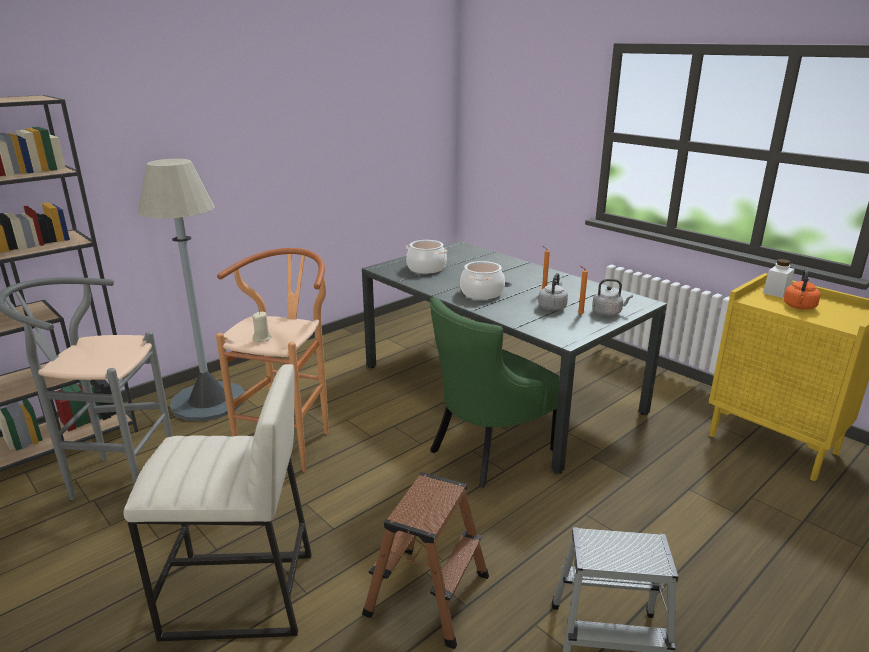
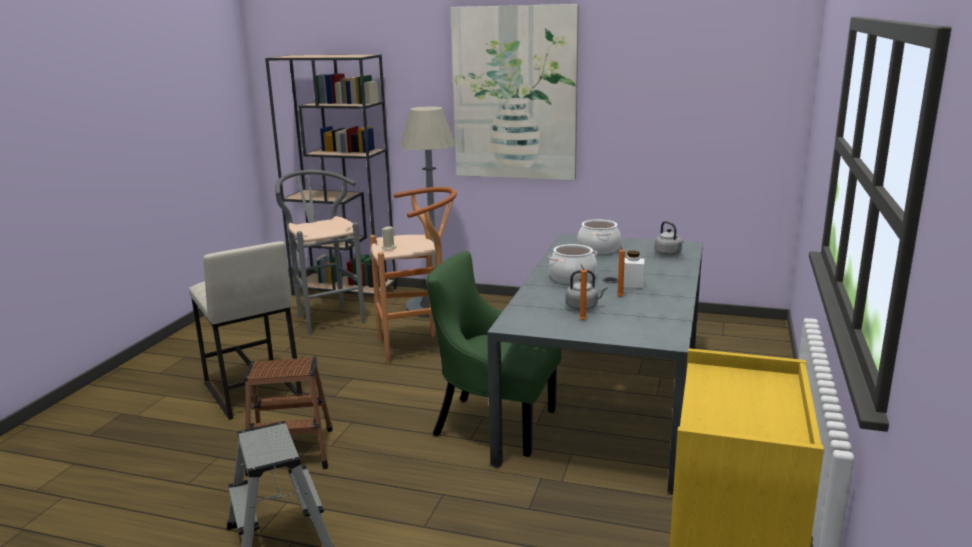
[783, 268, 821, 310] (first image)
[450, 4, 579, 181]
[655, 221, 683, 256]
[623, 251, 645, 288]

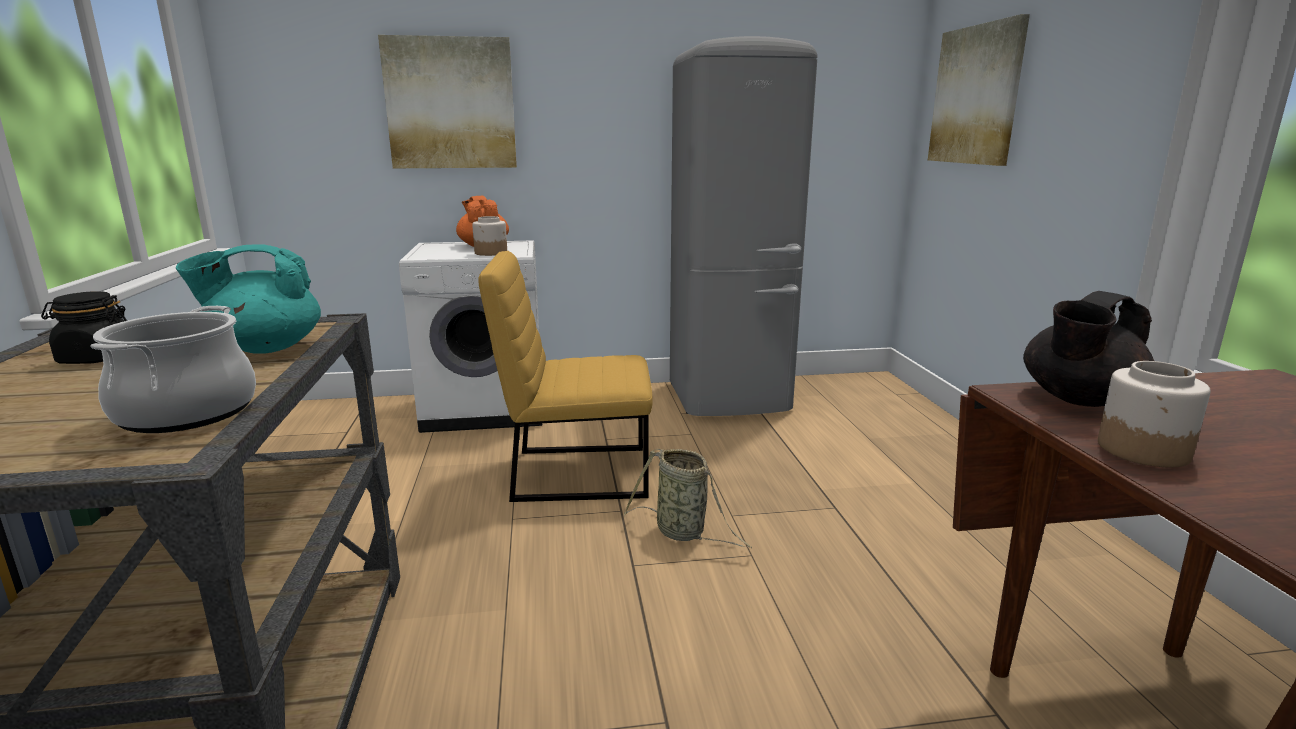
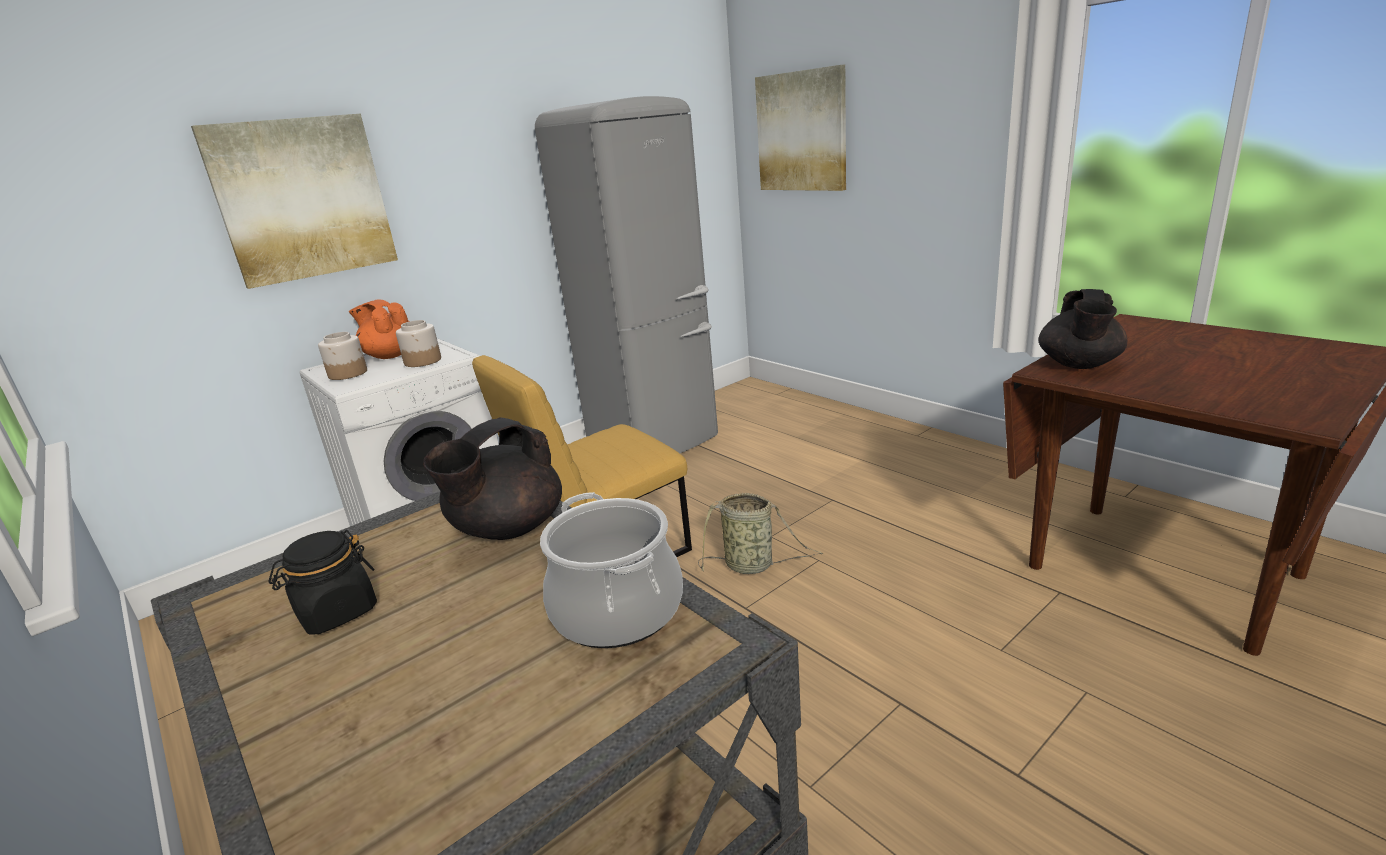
[318, 332, 367, 380]
[423, 418, 562, 540]

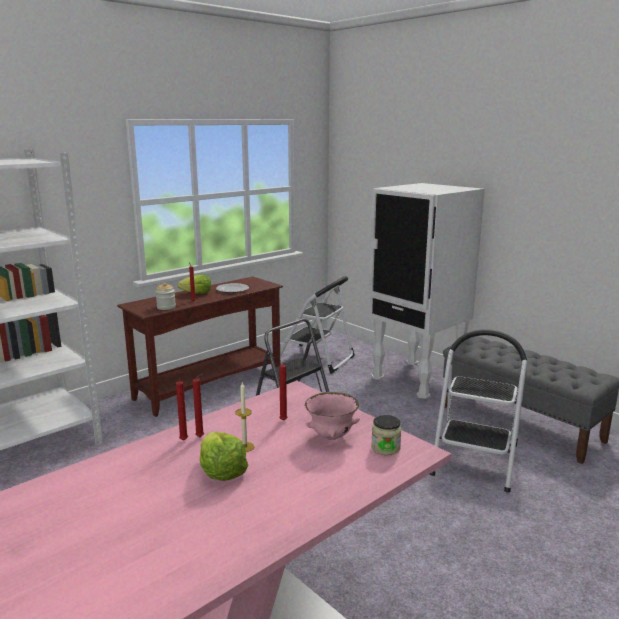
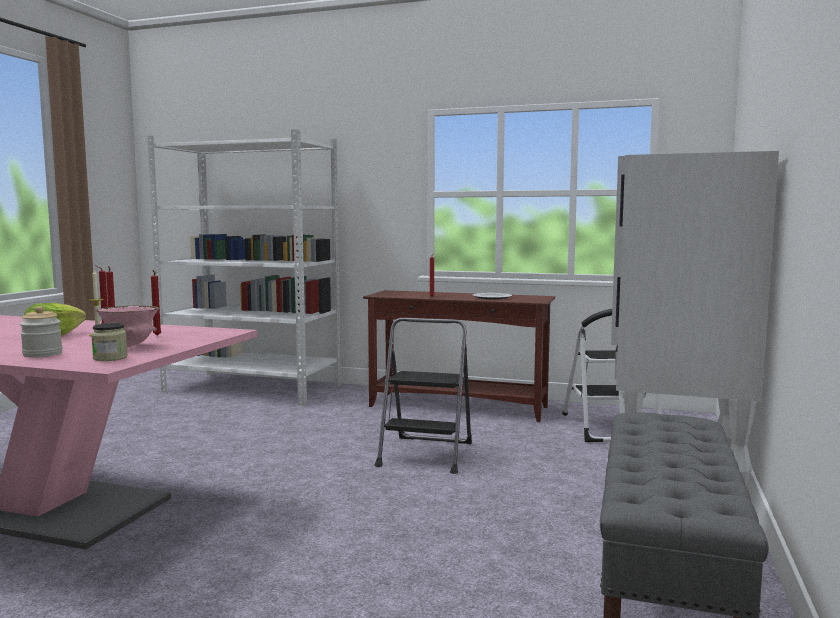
[178, 275, 211, 294] (first image)
[430, 329, 527, 493] (first image)
[20, 306, 63, 358]

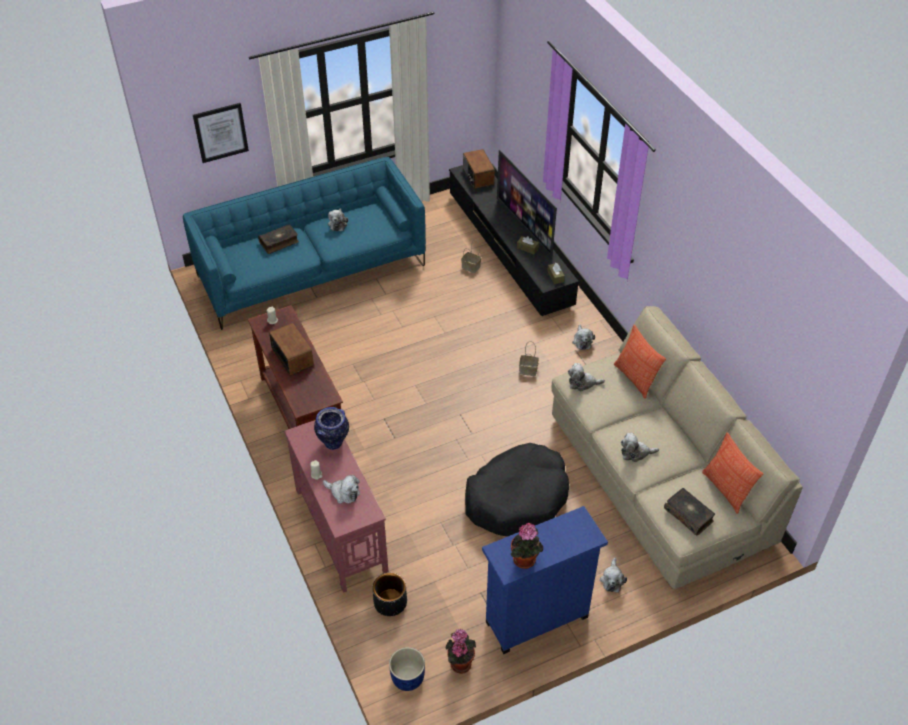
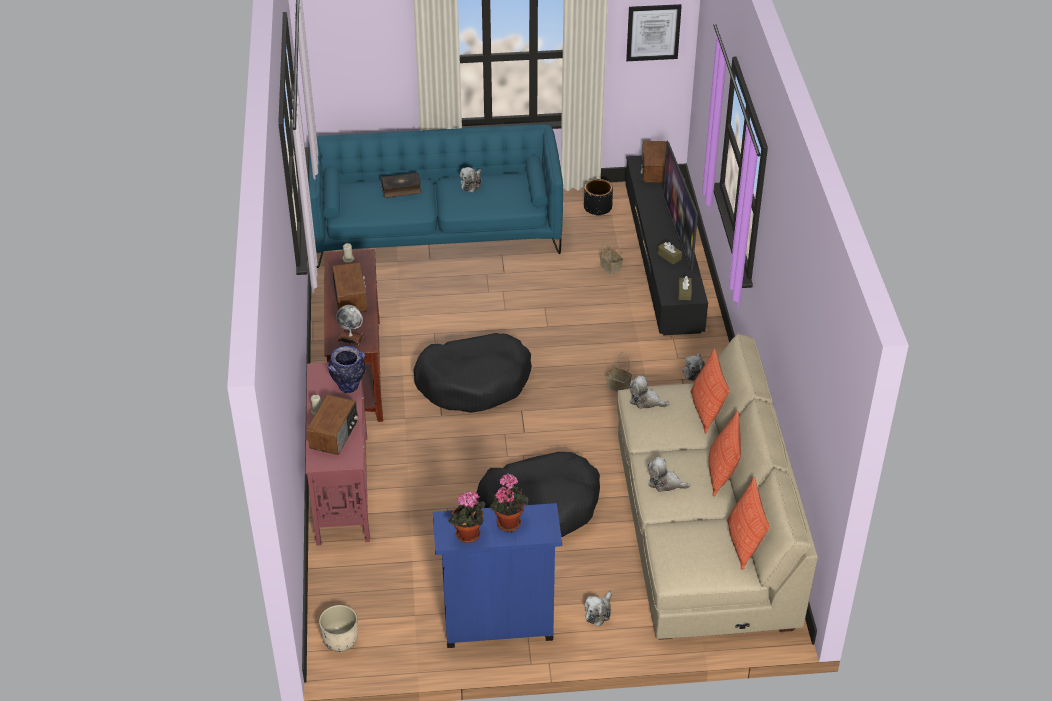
[664, 488, 715, 536] (first image)
[336, 305, 364, 345]
[413, 333, 532, 413]
[709, 411, 741, 497]
[626, 4, 682, 61]
[584, 179, 613, 215]
[490, 473, 528, 532]
[307, 394, 358, 455]
[319, 605, 358, 652]

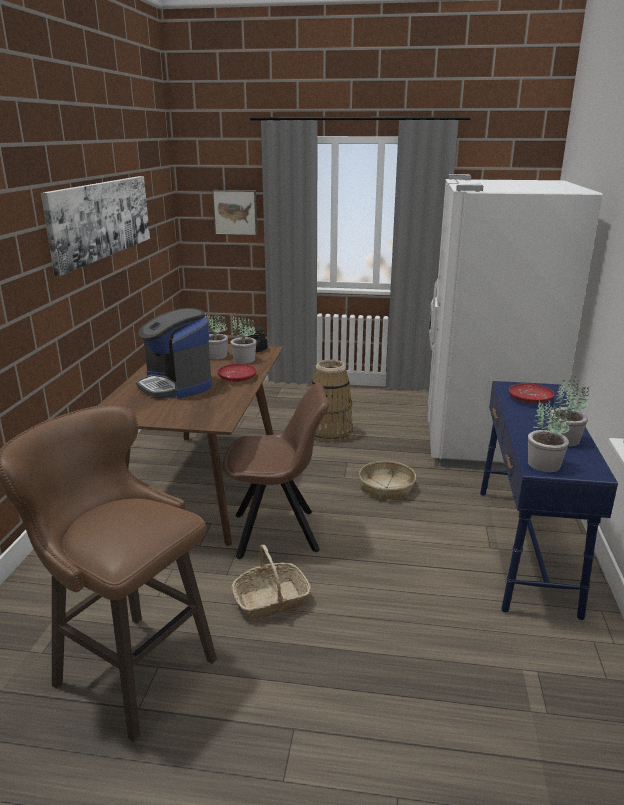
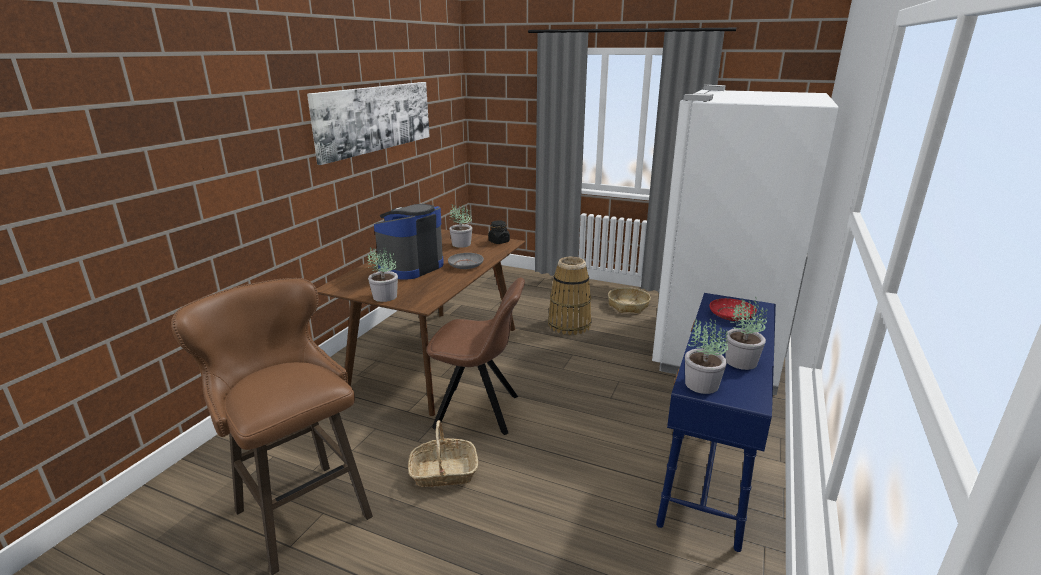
[212, 190, 258, 236] (first image)
[368, 247, 398, 302]
[608, 287, 651, 314]
[448, 253, 484, 269]
[374, 204, 444, 280]

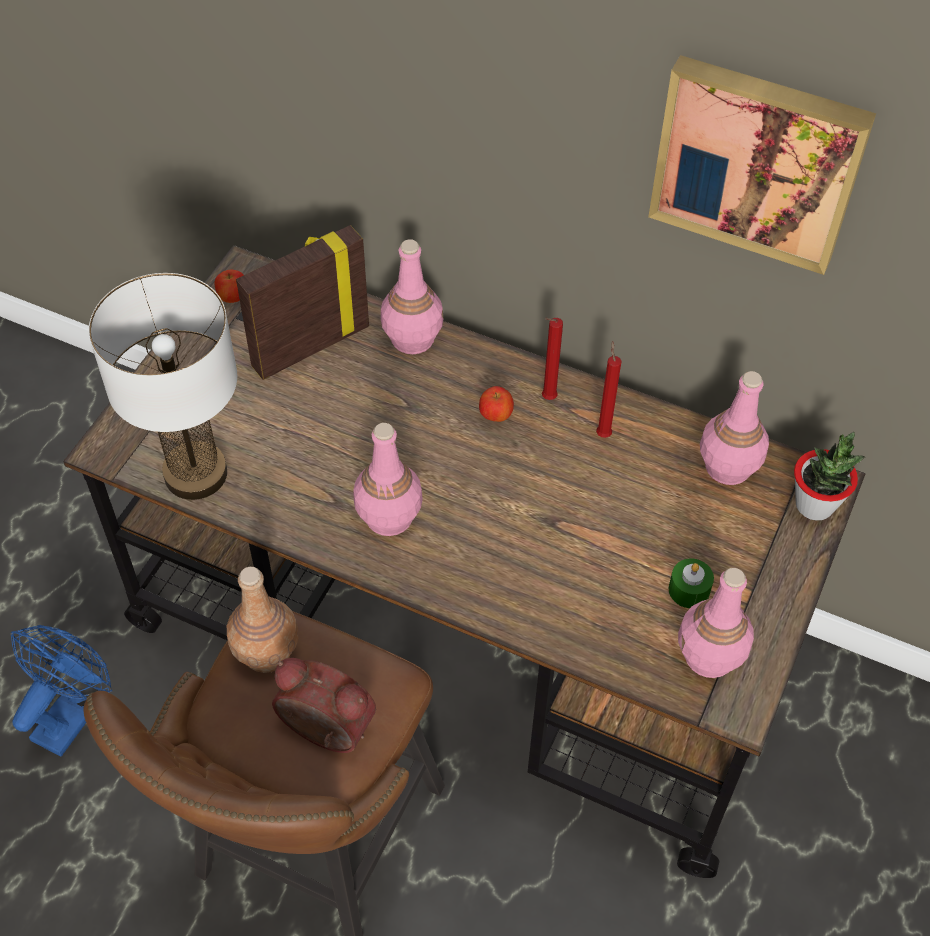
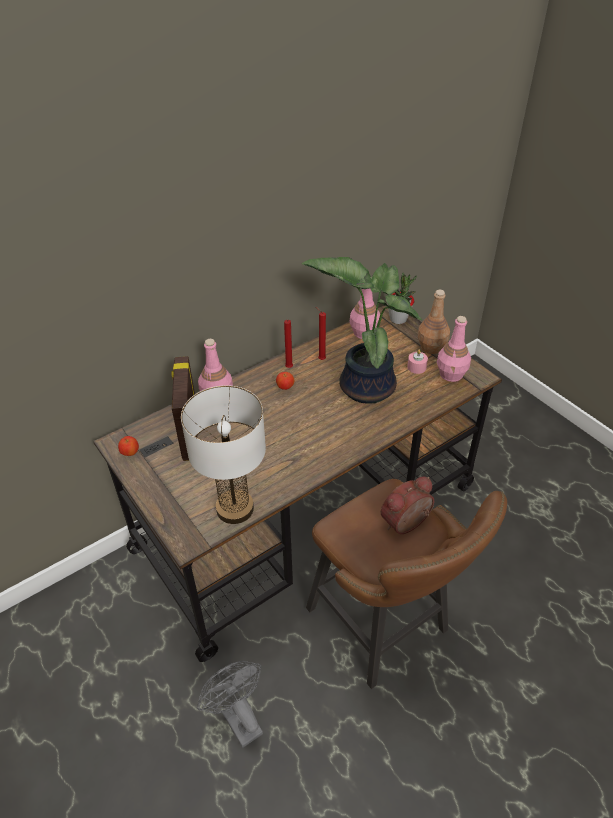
[354, 423, 423, 536] (first image)
[648, 55, 876, 275] (first image)
[302, 257, 422, 404]
[418, 290, 450, 354]
[197, 661, 263, 748]
[407, 350, 428, 374]

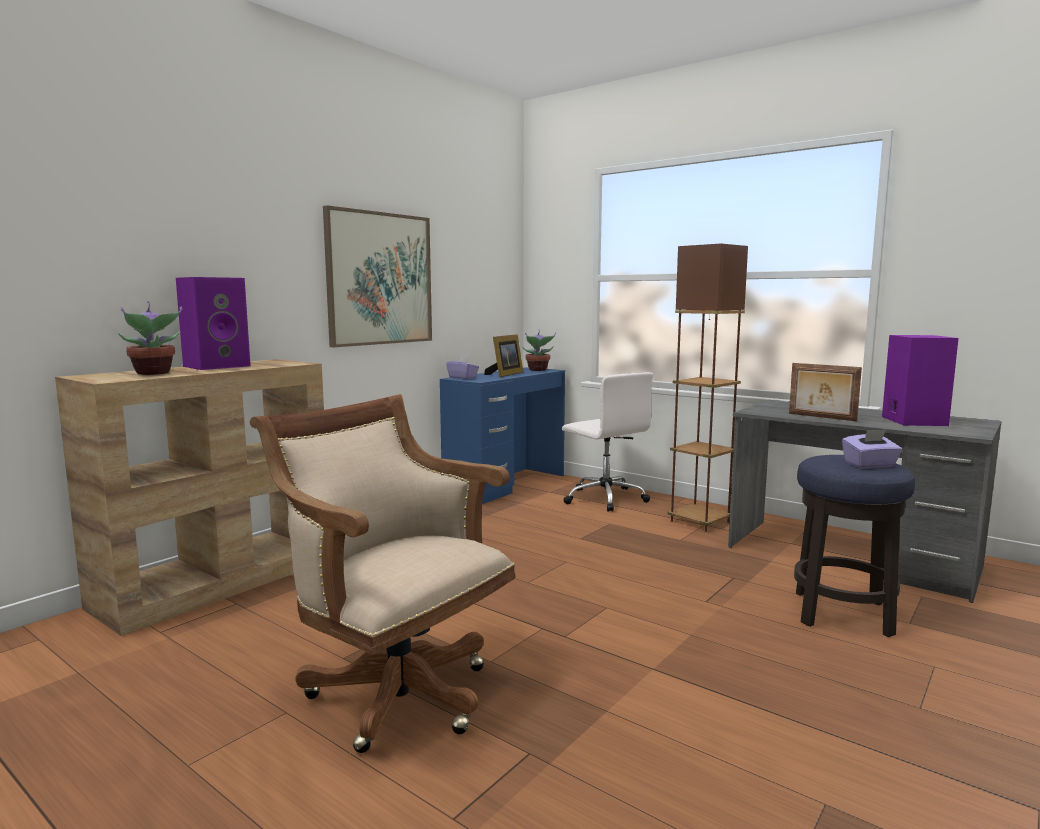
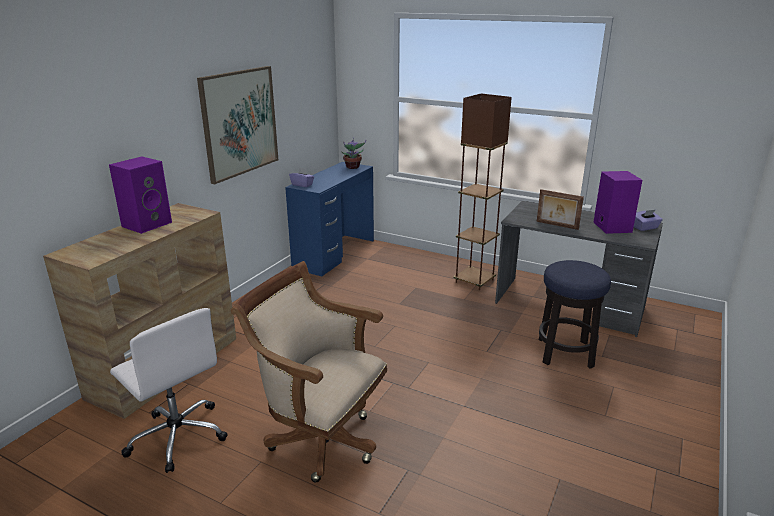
[118, 301, 182, 375] (first image)
[484, 334, 523, 377] (first image)
[110, 308, 228, 473]
[634, 210, 663, 231]

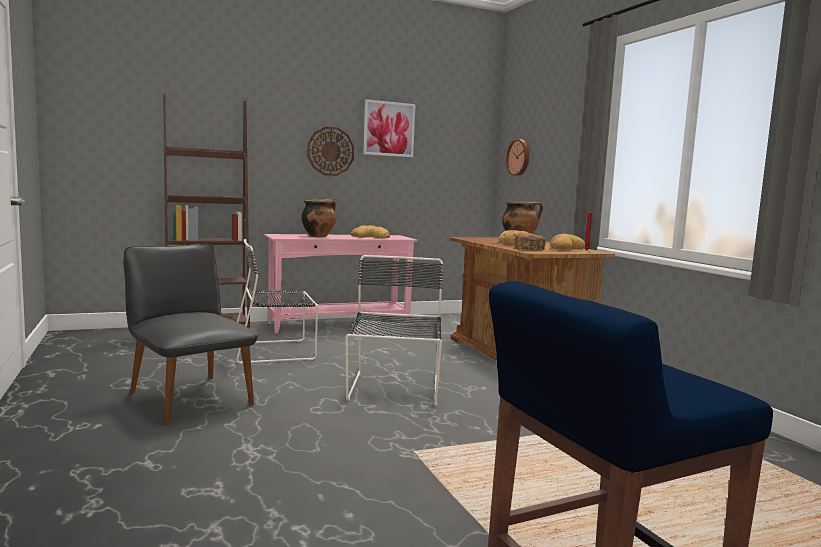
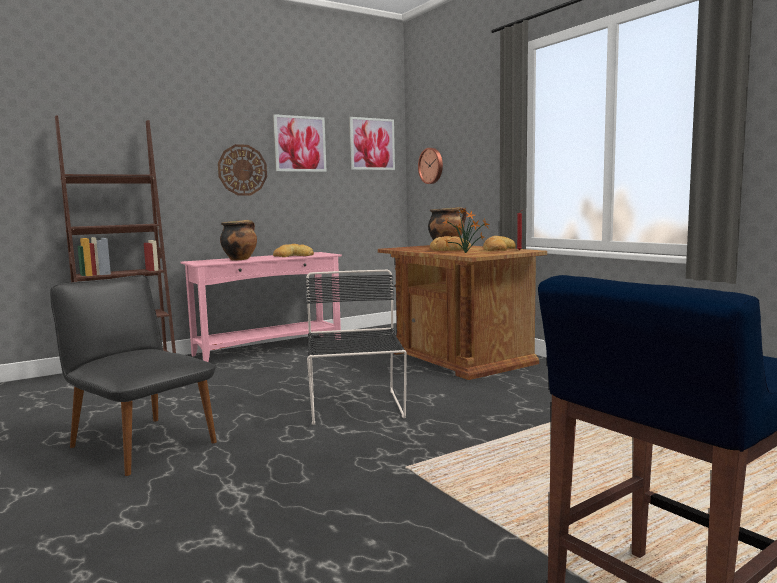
[236, 239, 318, 364] (first image)
[349, 117, 395, 170]
[443, 208, 489, 253]

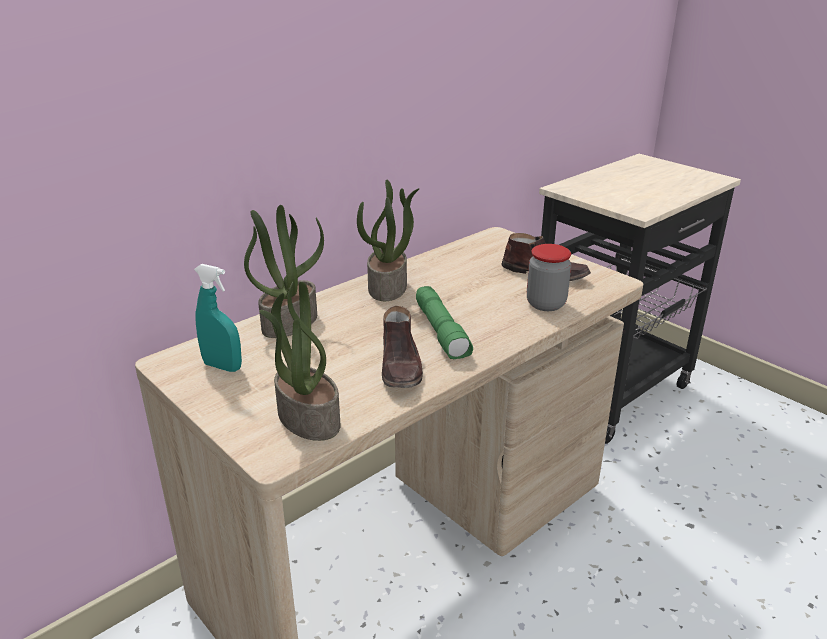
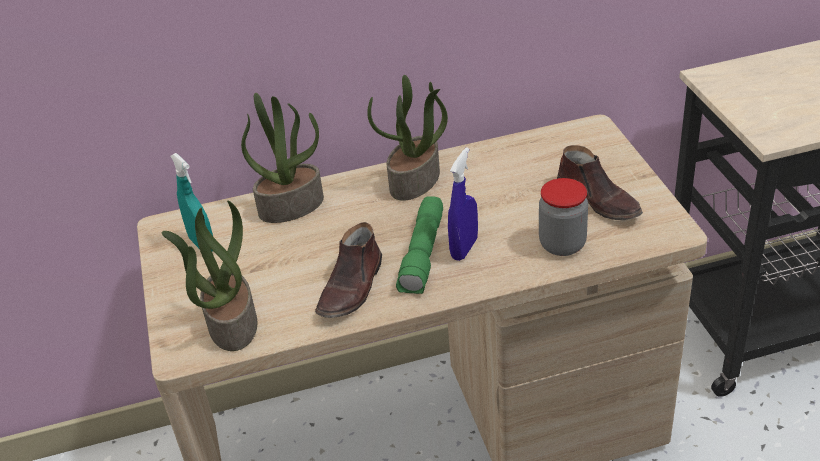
[448, 147, 478, 261]

